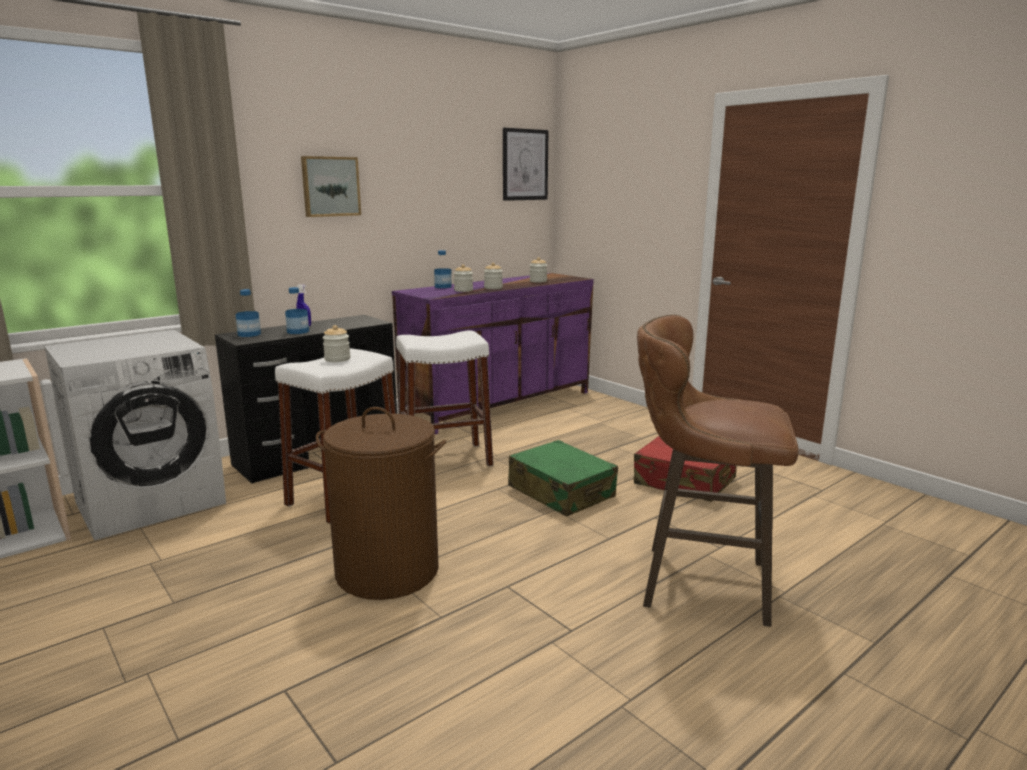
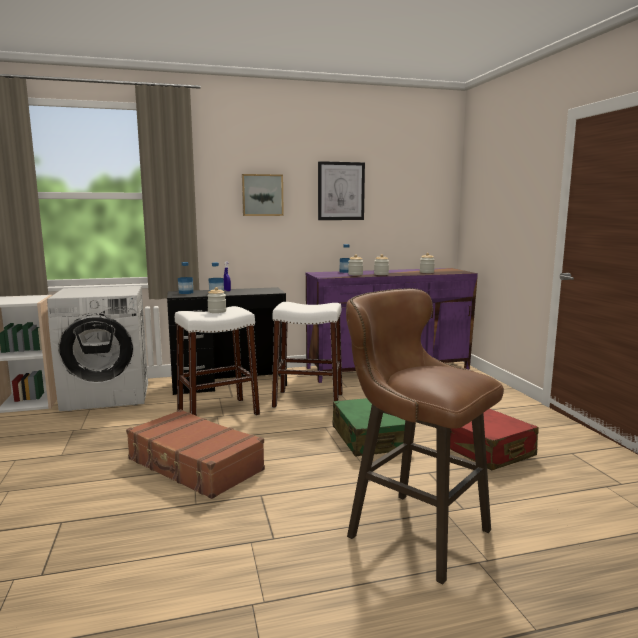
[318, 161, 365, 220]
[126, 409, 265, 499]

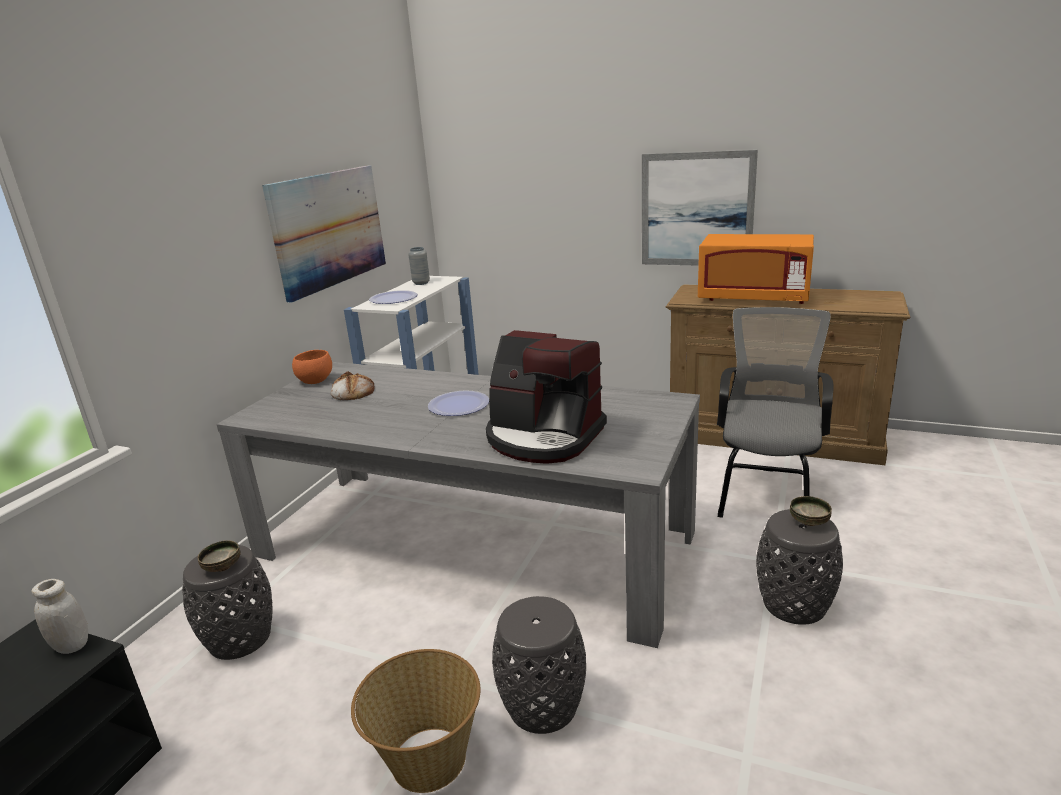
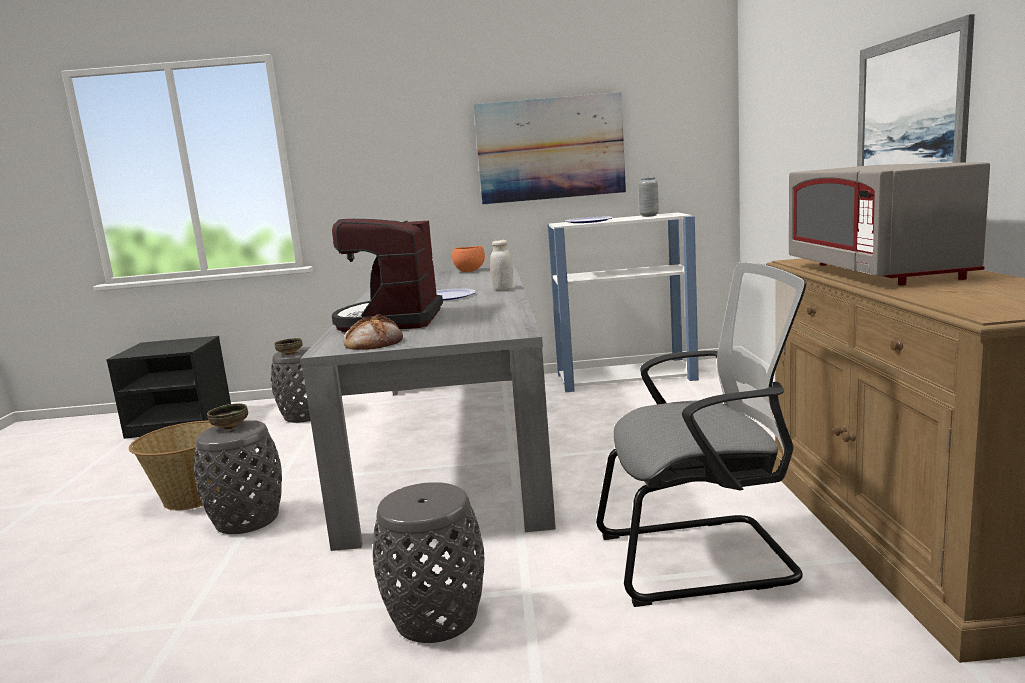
[490, 240, 513, 290]
[343, 314, 403, 350]
[207, 403, 248, 430]
[789, 162, 990, 286]

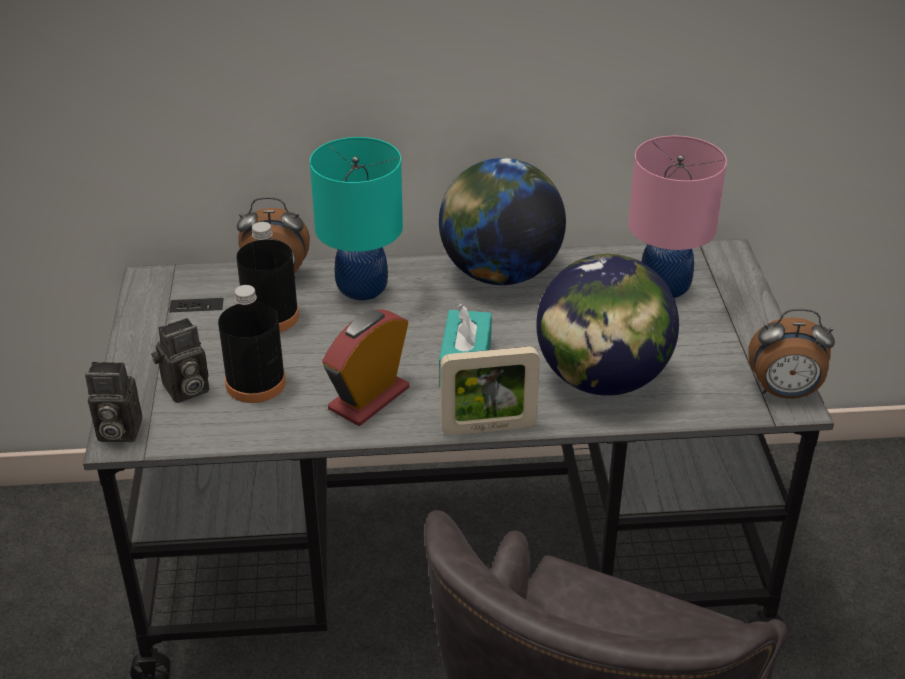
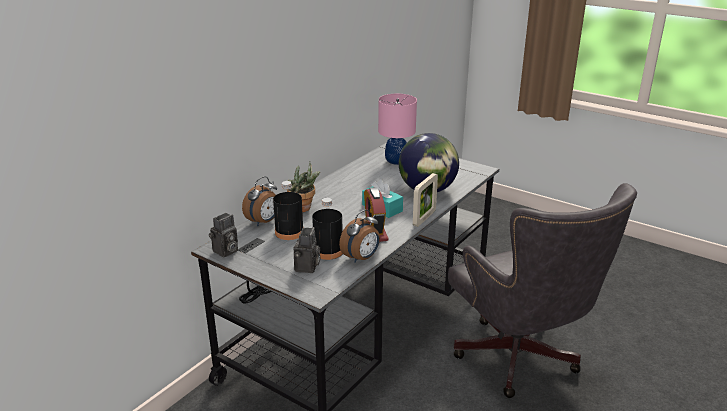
[439, 158, 566, 285] (first image)
[209, 213, 238, 257]
[339, 210, 380, 263]
[287, 162, 320, 212]

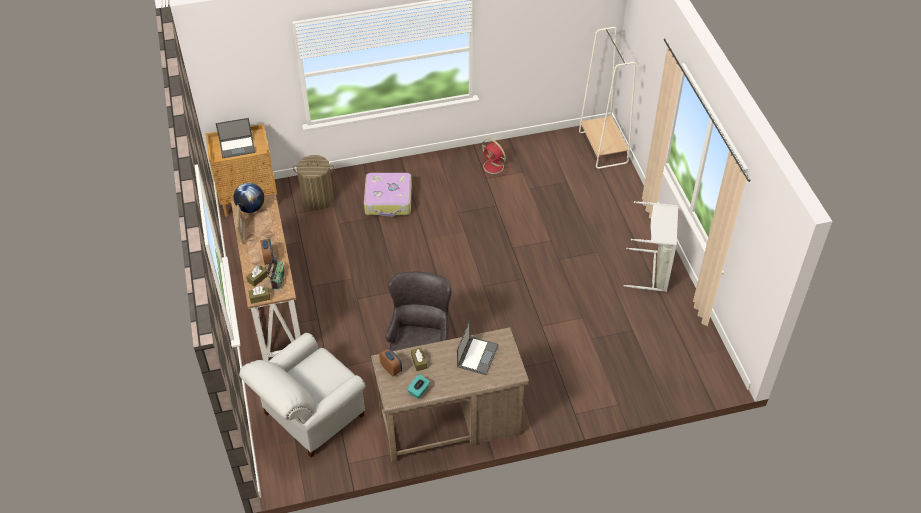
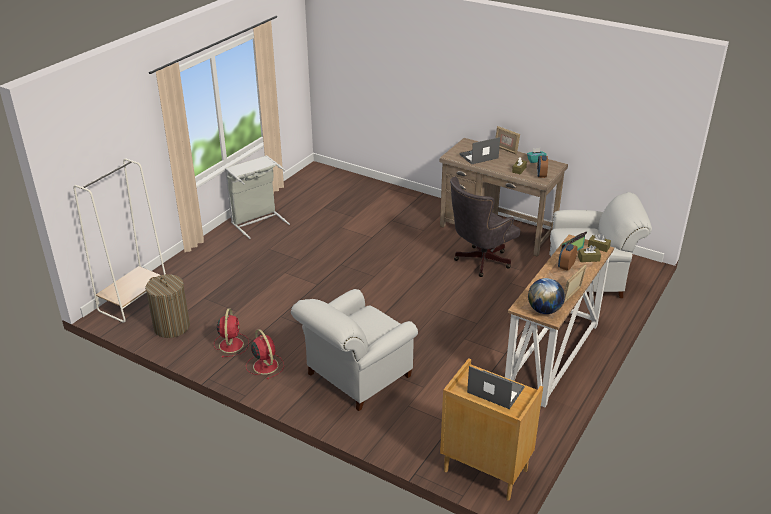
[246, 329, 284, 380]
[495, 126, 520, 155]
[145, 274, 190, 338]
[291, 289, 418, 411]

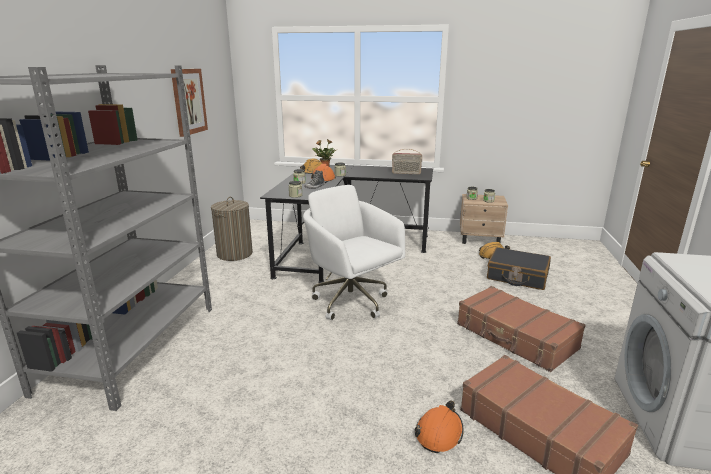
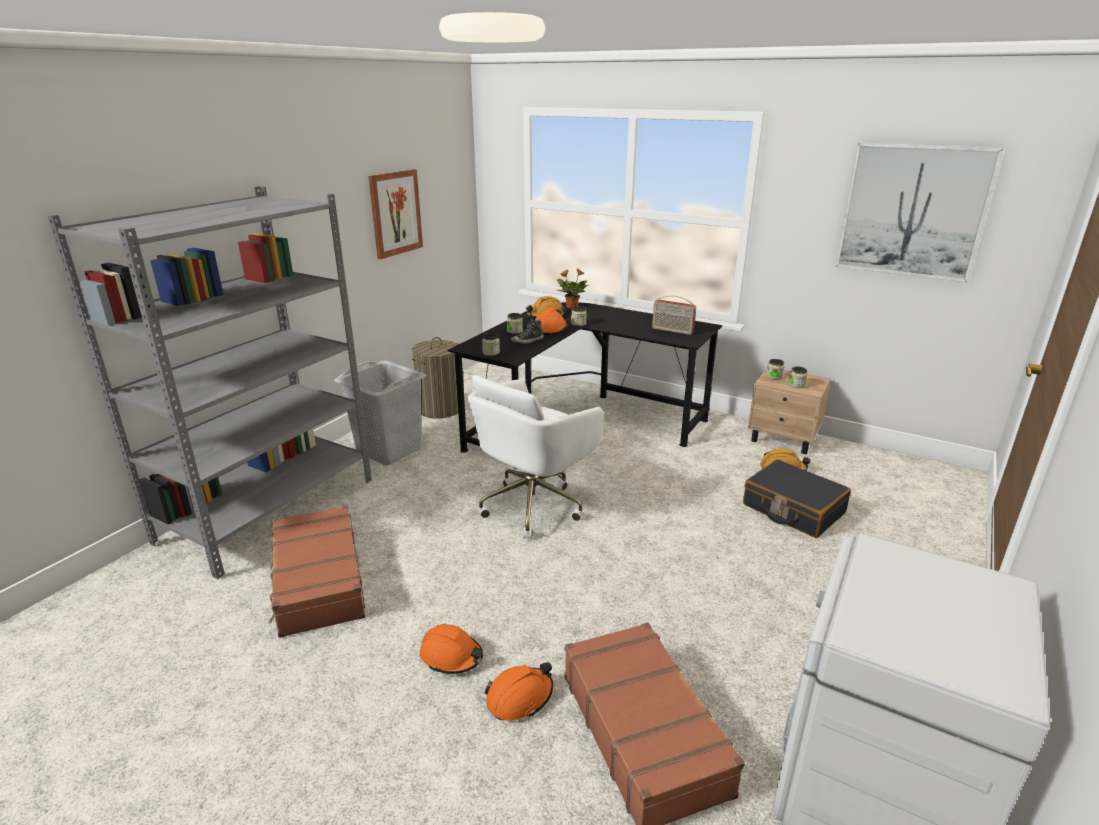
[334, 360, 426, 465]
[420, 623, 483, 674]
[835, 143, 1003, 282]
[269, 506, 365, 638]
[467, 375, 604, 539]

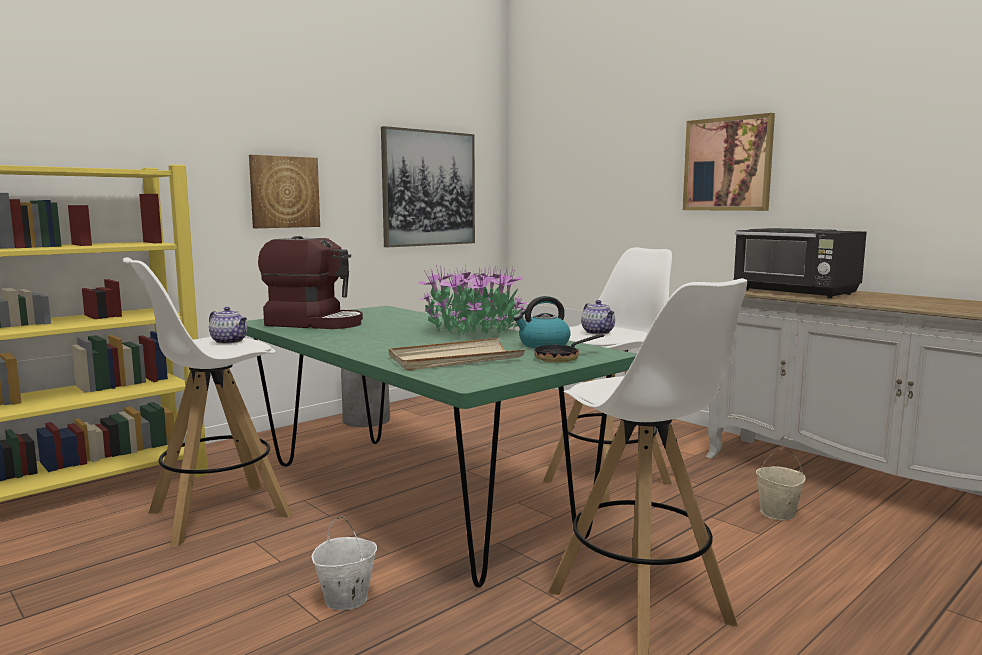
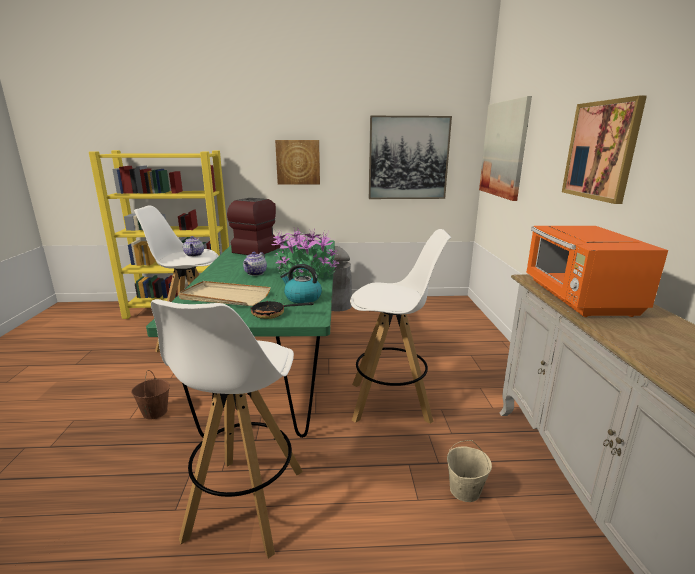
[479, 96, 532, 201]
[243, 252, 267, 276]
[131, 370, 170, 419]
[526, 226, 668, 317]
[227, 198, 284, 255]

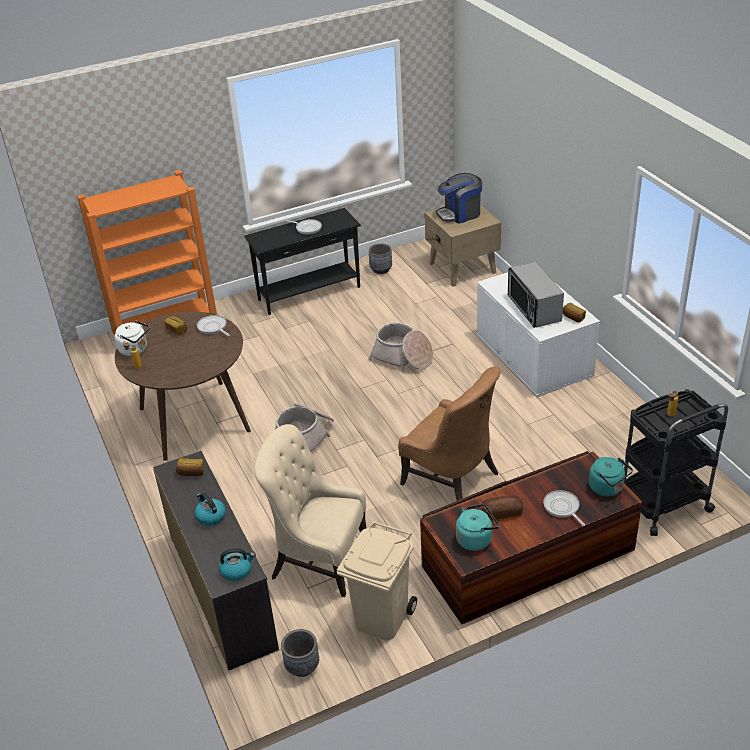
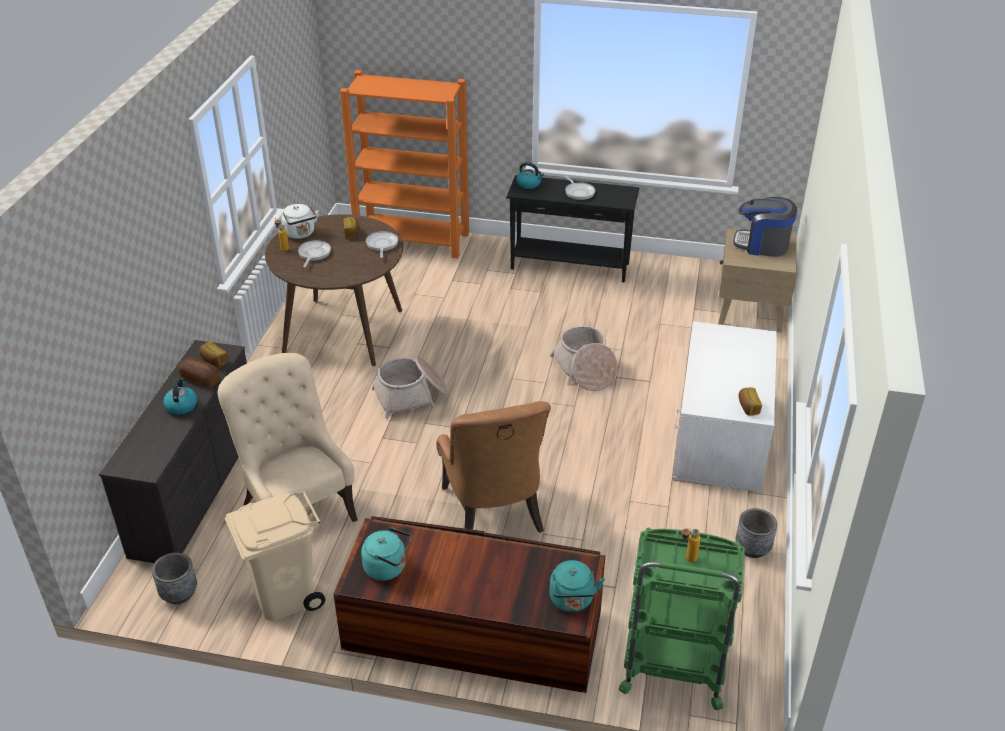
[508, 261, 564, 328] (first image)
[516, 162, 544, 189]
[736, 508, 777, 558]
[178, 357, 221, 388]
[298, 240, 331, 267]
[619, 528, 745, 710]

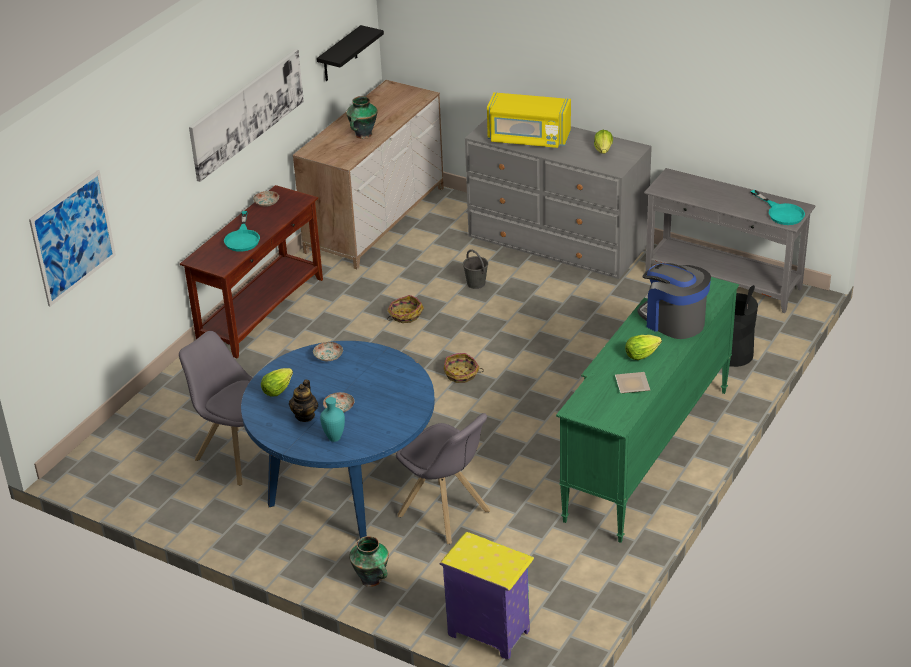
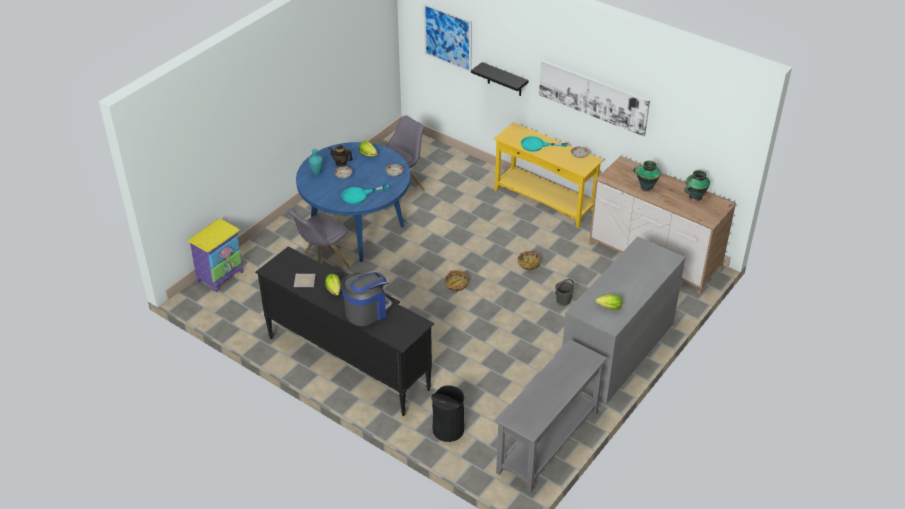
[487, 92, 571, 148] (first image)
[471, 62, 529, 96]
[684, 170, 710, 201]
[342, 185, 389, 204]
[494, 122, 604, 228]
[255, 246, 434, 416]

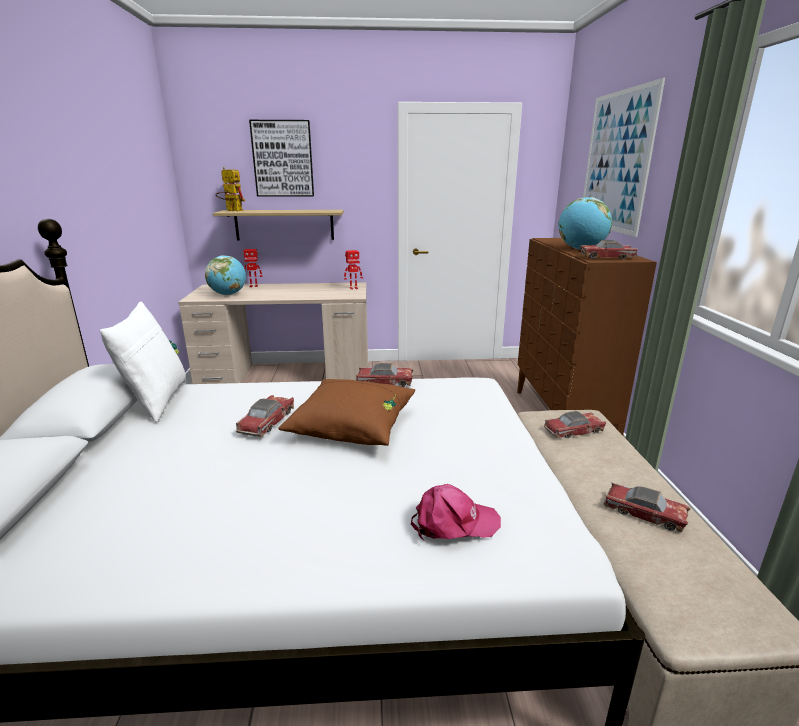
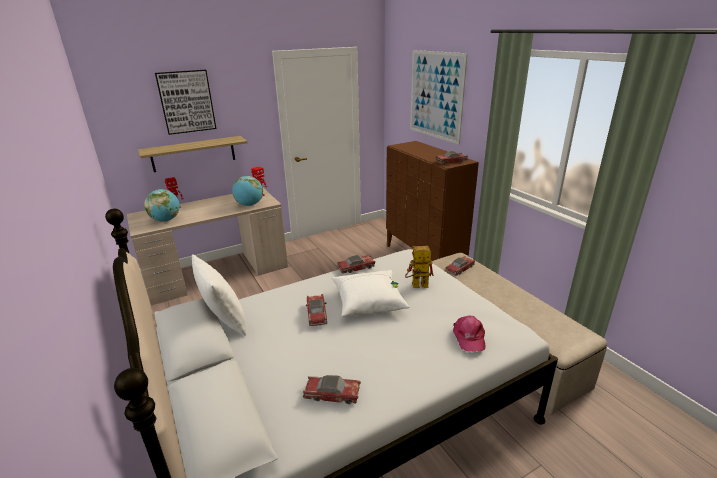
[405, 246, 434, 288]
[232, 176, 263, 206]
[303, 375, 361, 404]
[332, 270, 409, 317]
[453, 316, 485, 351]

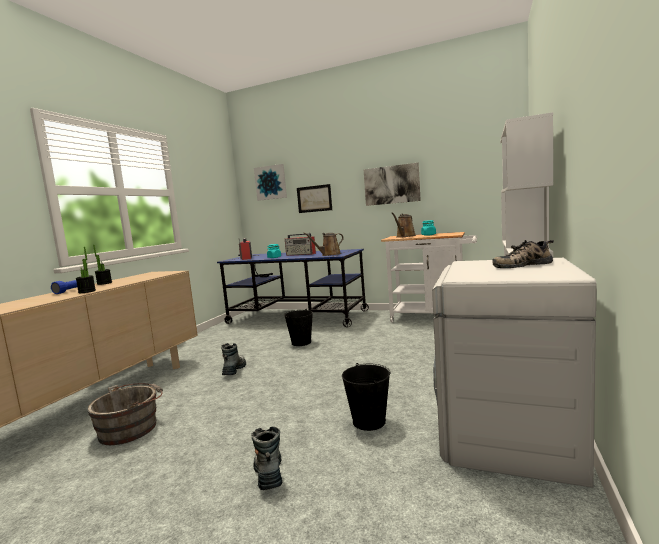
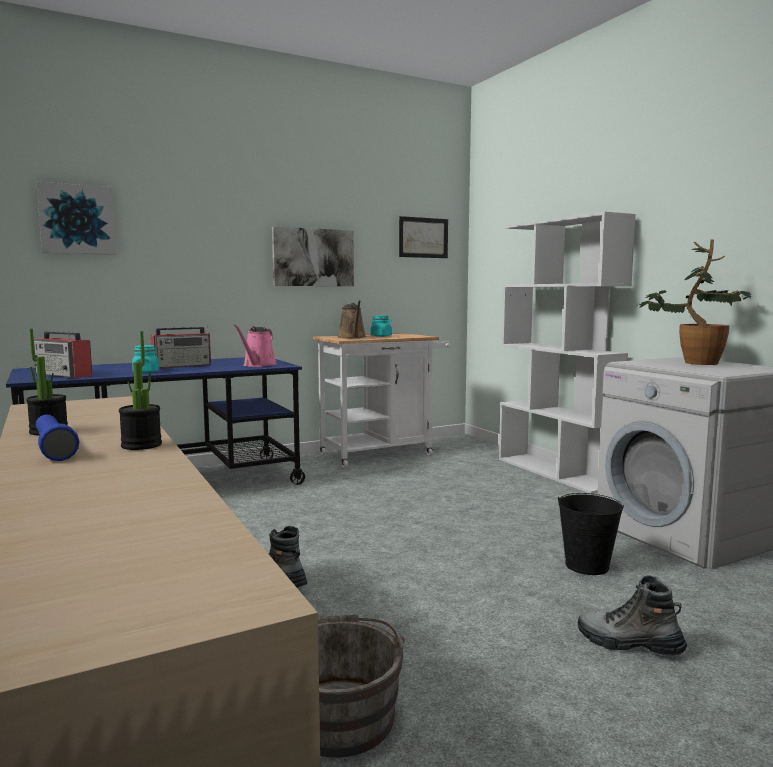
[284, 309, 313, 346] (first image)
[399, 216, 448, 258]
[638, 239, 752, 365]
[234, 325, 277, 367]

